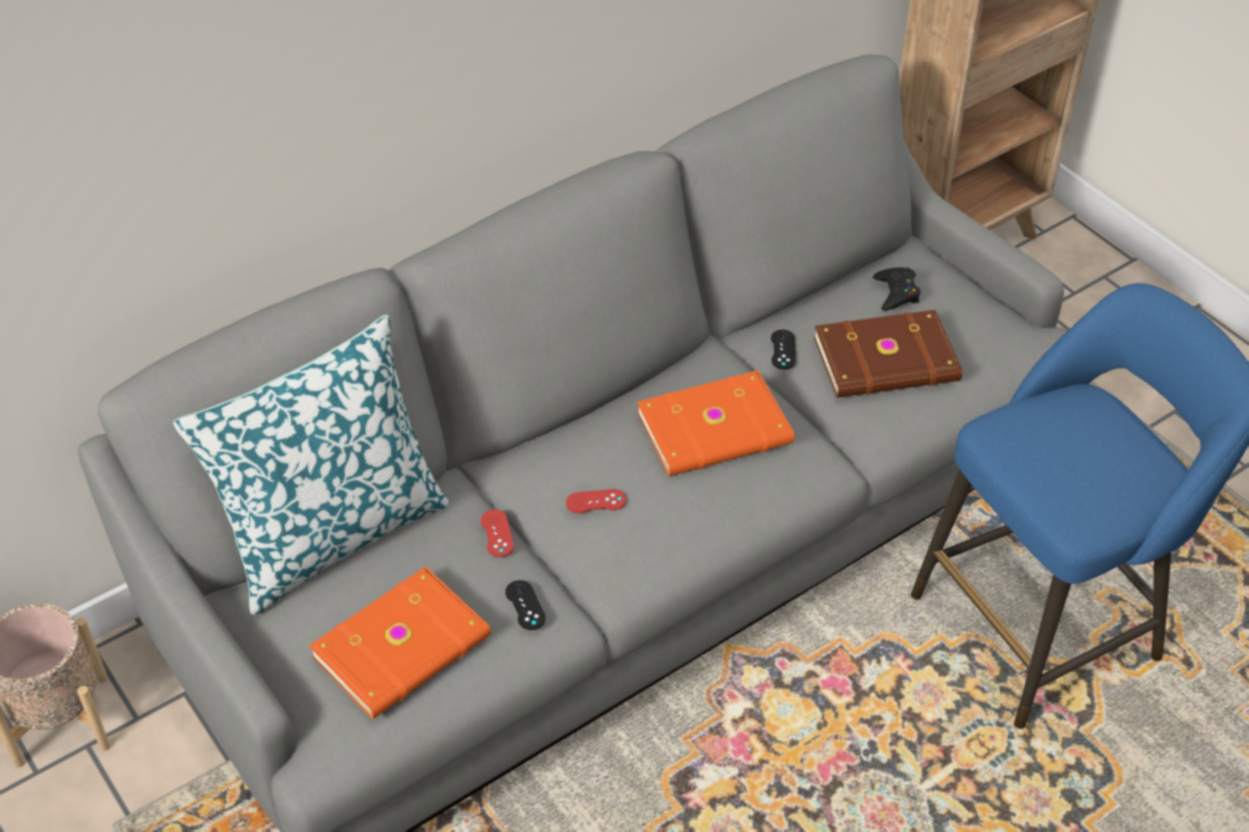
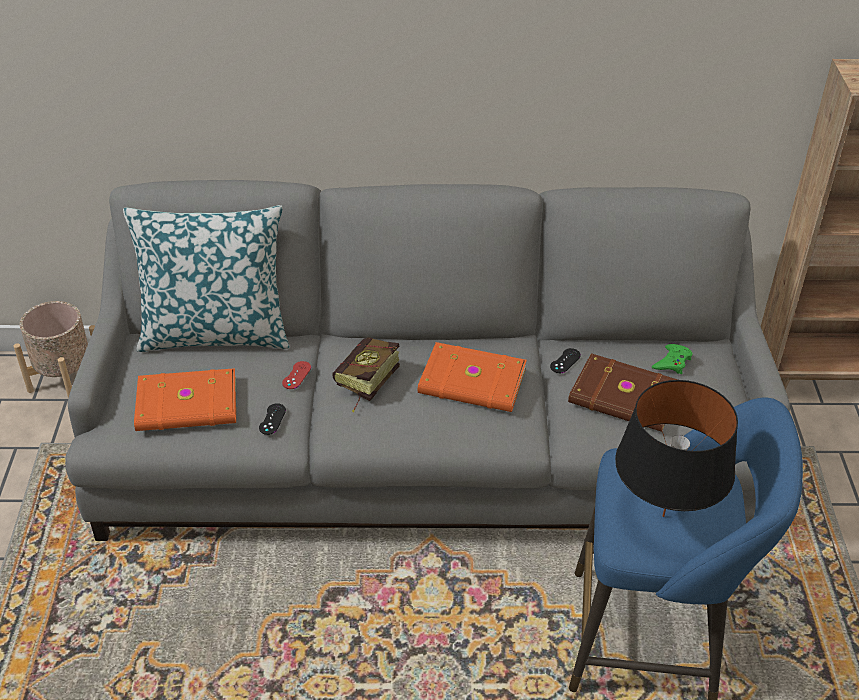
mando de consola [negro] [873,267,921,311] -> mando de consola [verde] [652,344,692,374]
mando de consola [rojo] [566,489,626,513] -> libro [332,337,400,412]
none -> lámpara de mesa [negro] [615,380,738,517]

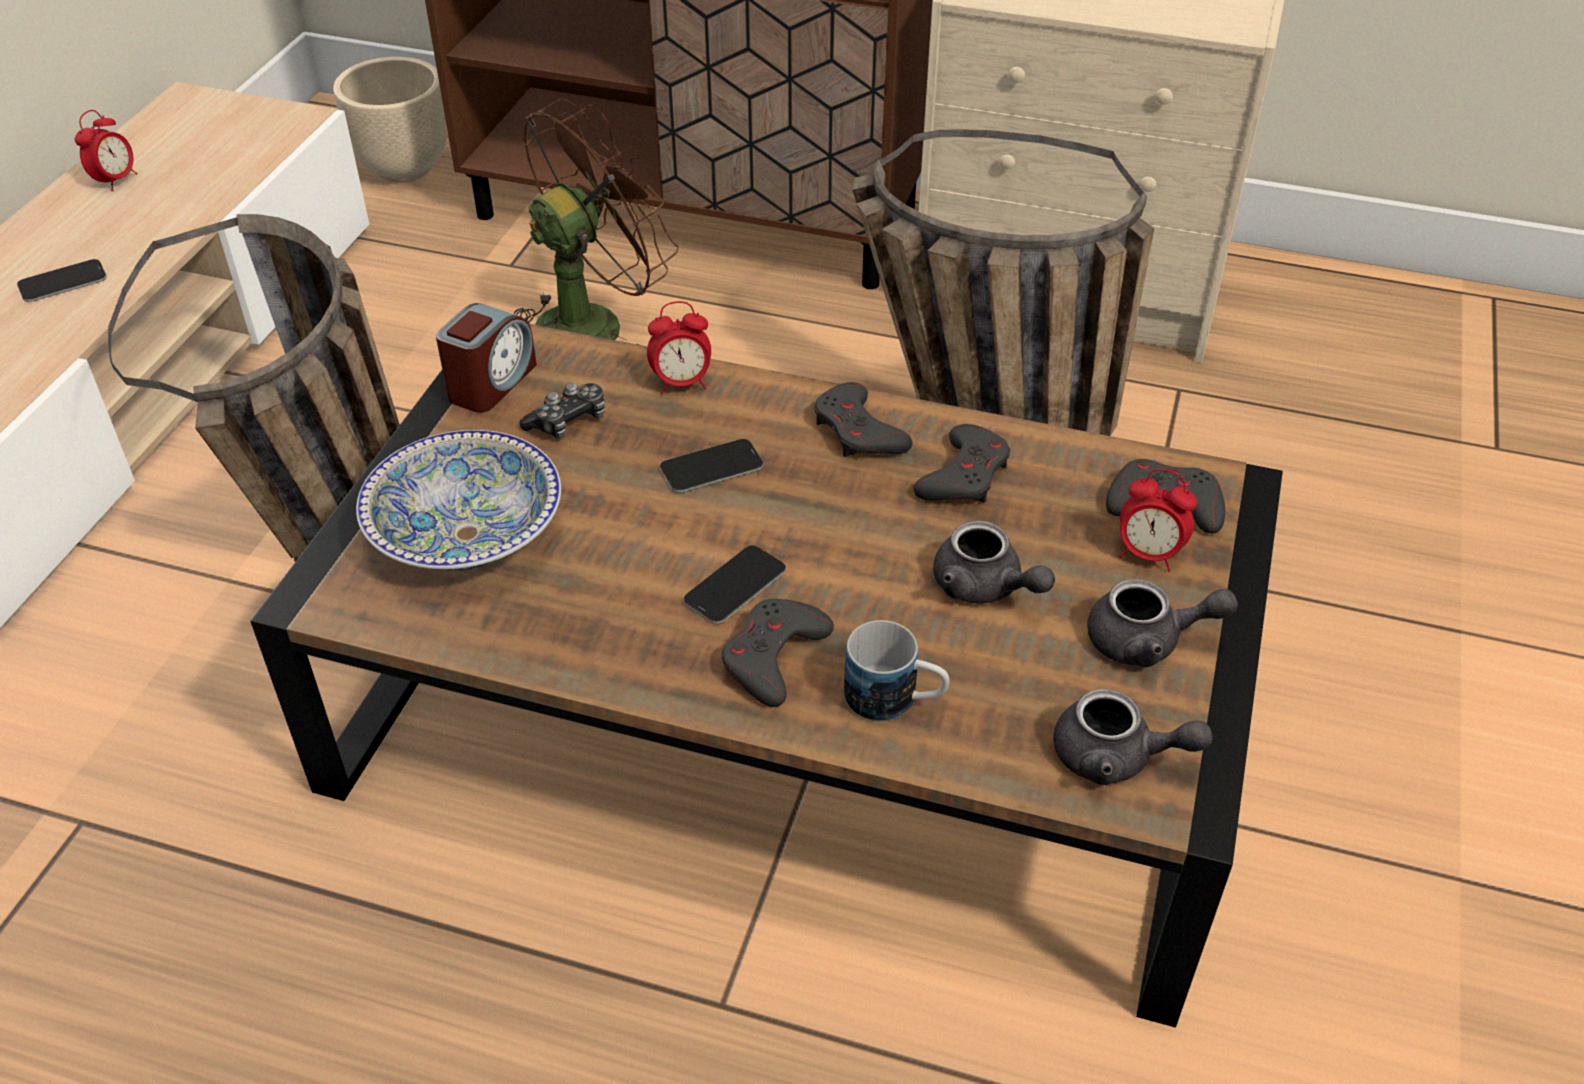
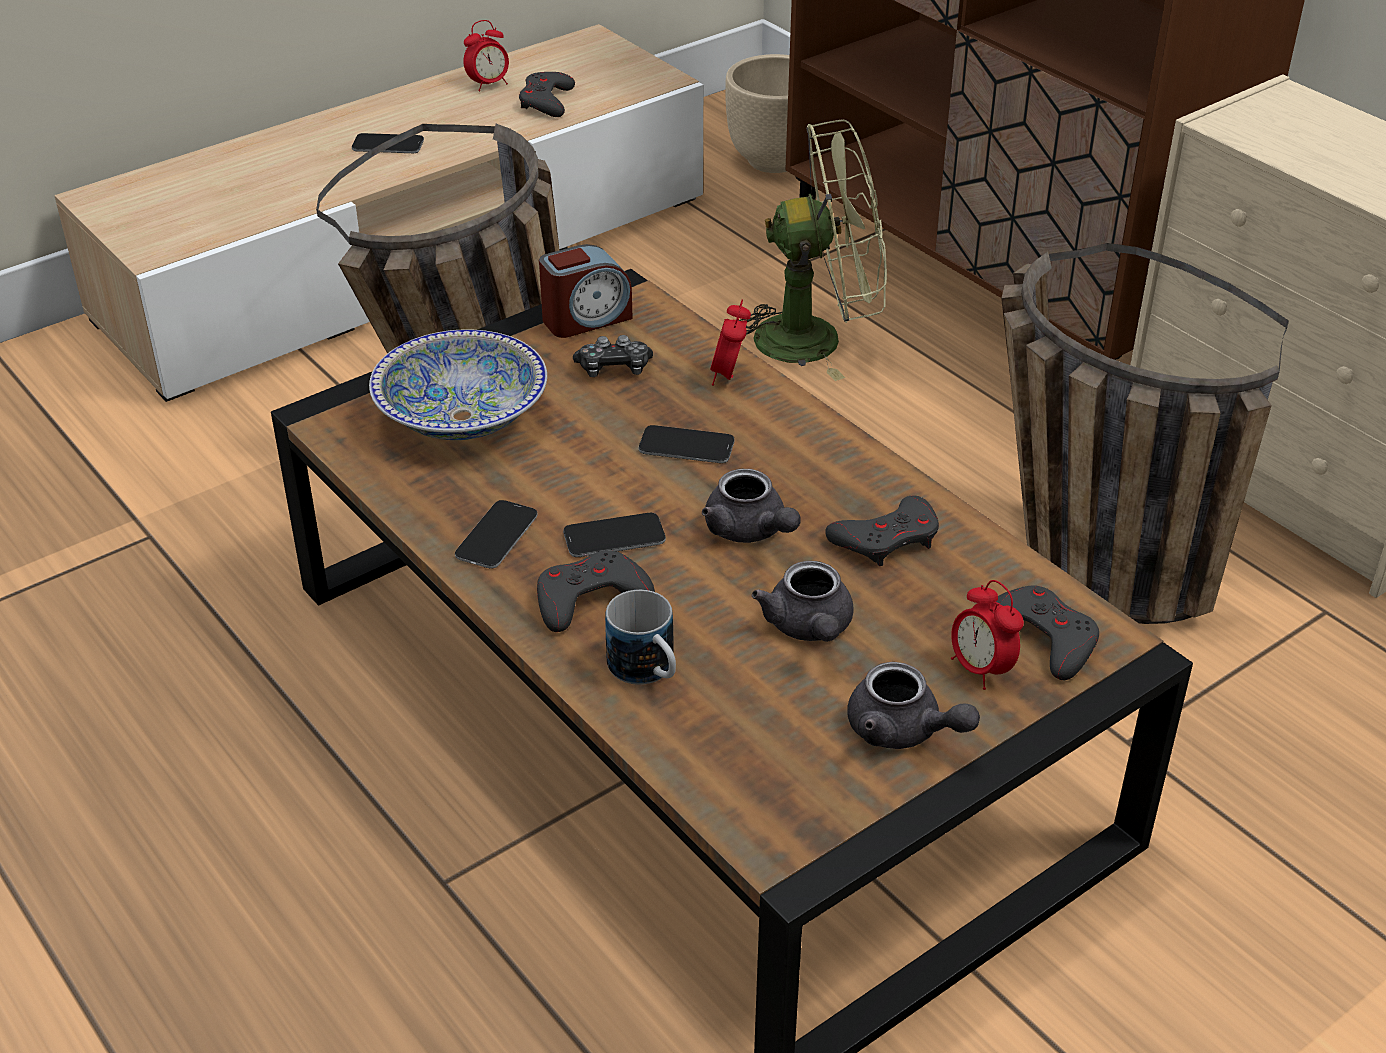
ventilador [marrón] [514,98,679,345] -> ventilador [verde] [739,119,887,381]
despertador [647,301,711,394] -> despertador [710,299,751,386], 75 degrees clockwise
mando de consola [gris] [814,382,913,457] -> mando de consola [gris] [519,72,575,117], move
tetera [gris] [1054,689,1213,785] -> tetera [gris] [702,469,801,543], move
none -> móvil [455,500,538,569]

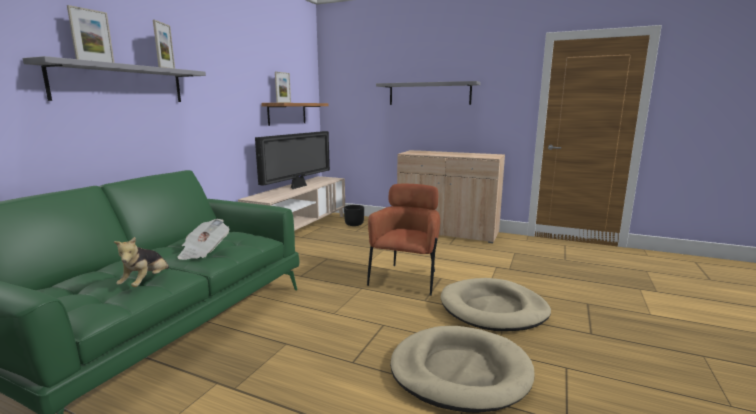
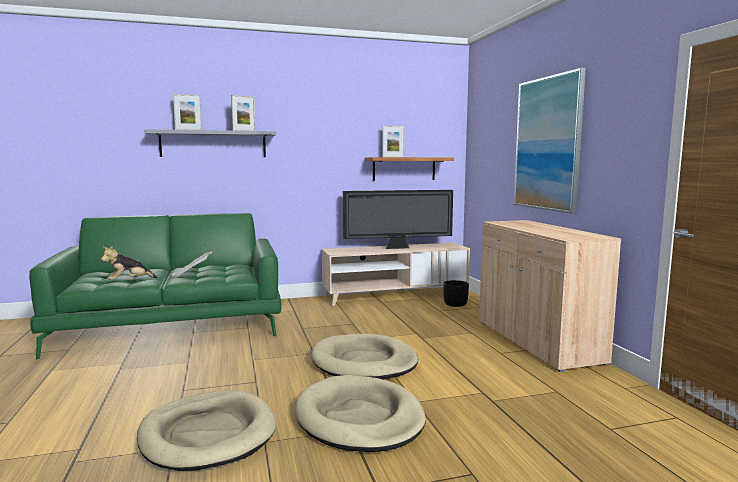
estante [gris] [376,81,481,105] -> cuadro [514,68,586,214]
sillón [marrón] [367,184,440,296] -> cama para perro [beis] [311,334,418,380]

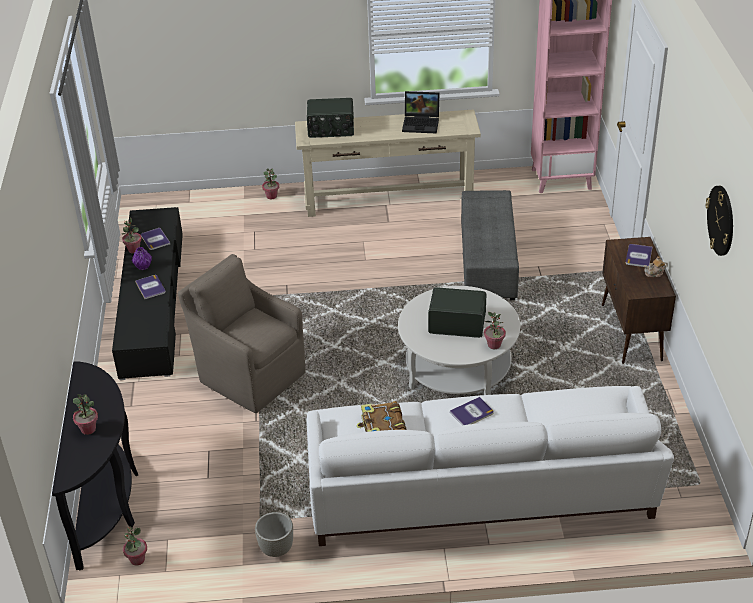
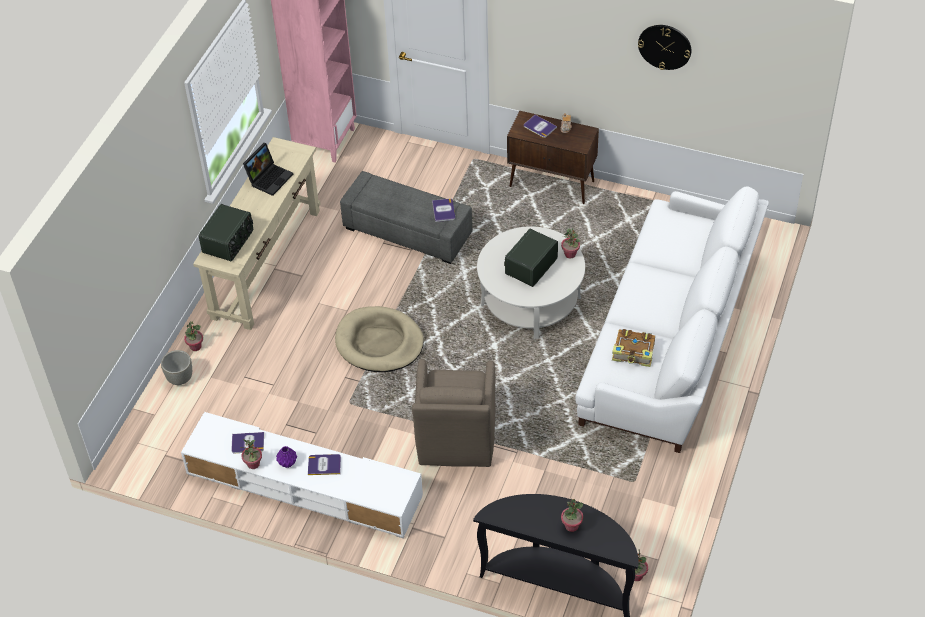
mueble de televisión [negro] [112,207,183,380] -> mueble de televisión [blanco] [181,412,423,538]
sillón [marrón] [178,254,306,413] -> sillón [marrón] [412,359,495,467], 60 degrees counterclockwise
libro [450,397,494,426] -> libro [432,199,455,222], move
maceta [gris] [255,512,293,557] -> maceta [gris] [161,350,192,385], move
none -> cama para perro [beis] [335,306,424,372]

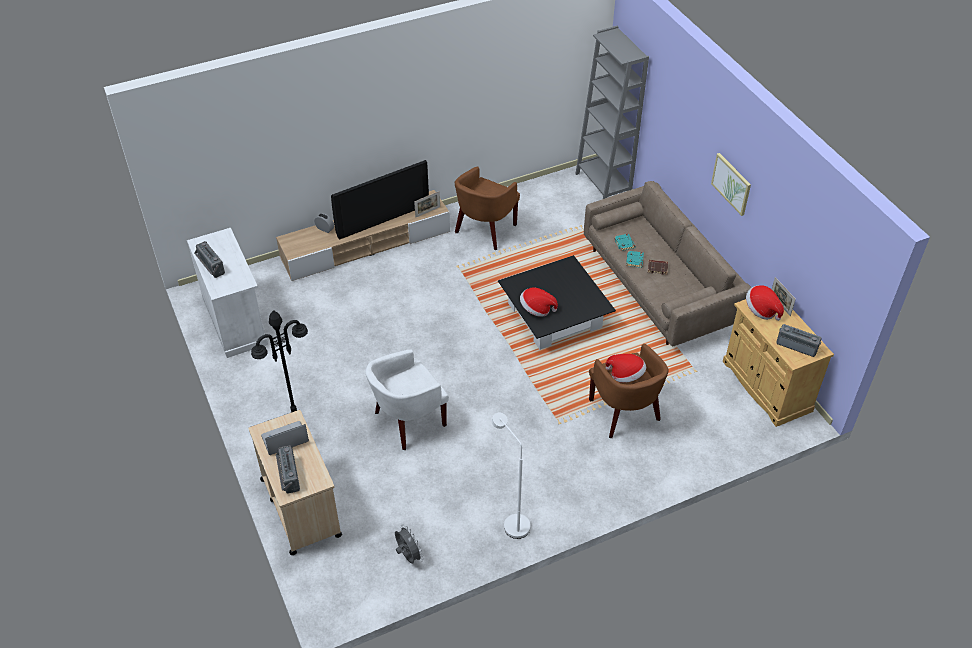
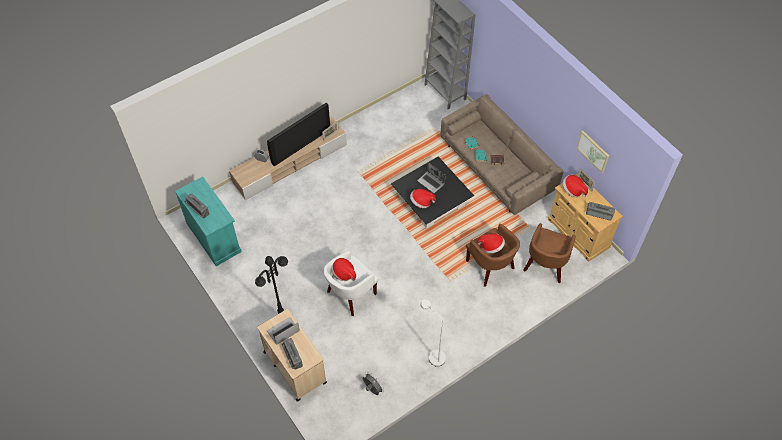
cuadro [711,153,751,216] -> cuadro [576,130,609,173], move
sillón [marrón] [455,166,520,250] -> sillón [marrón] [524,223,576,283], move
armario [blanco] [187,228,268,358] -> armario [turquesa] [175,177,242,266]
none -> portátil [417,162,446,193]
none -> sombrero [331,258,356,281]

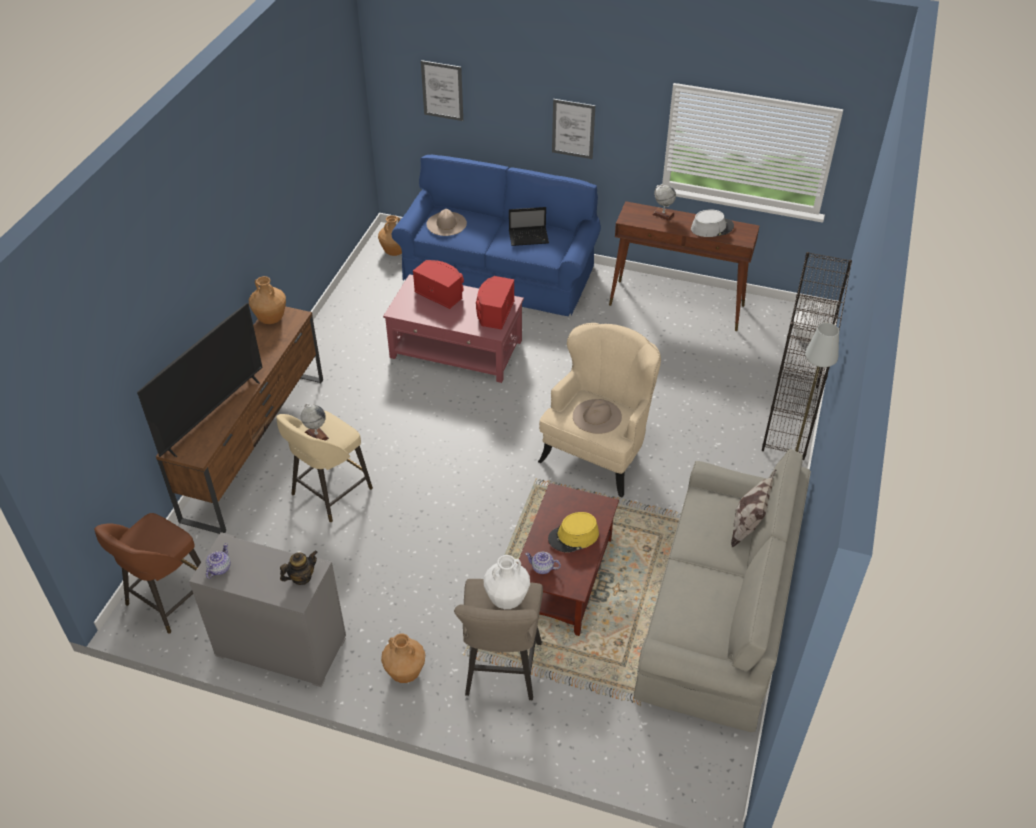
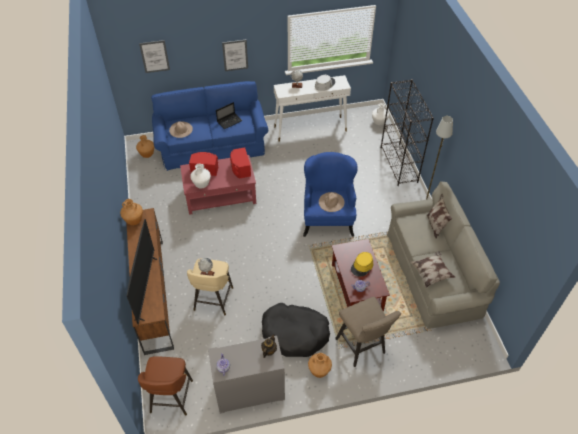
mesa consola [marrón] [609,201,759,331] -> mesa consola [blanco] [274,75,351,142]
sillón [beis] [538,323,661,497] -> sillón [azul] [303,152,358,237]
florero [blanco] [484,555,530,609] -> florero [blanco] [190,164,211,189], move
none -> cojín [410,251,455,288]
none -> cama para perro [negro] [262,303,330,357]

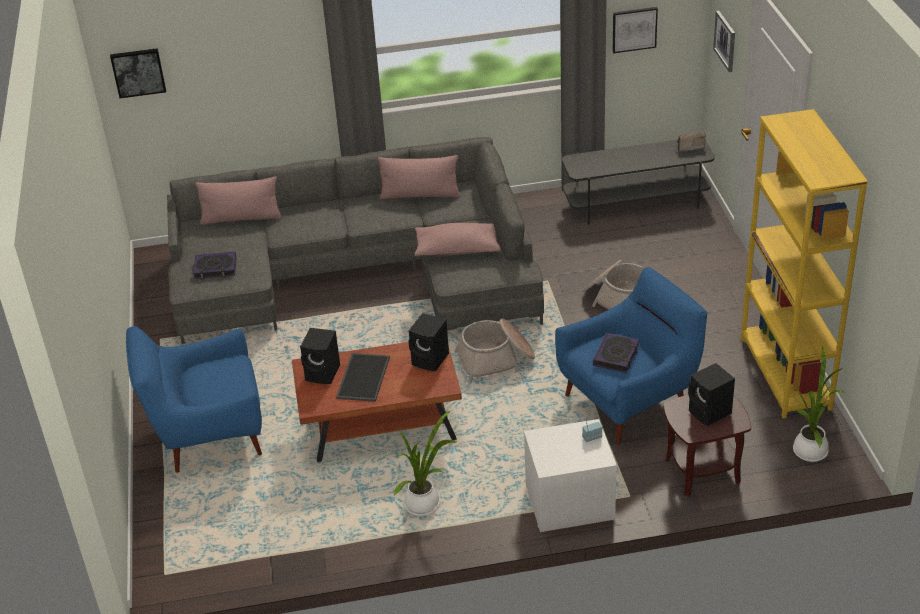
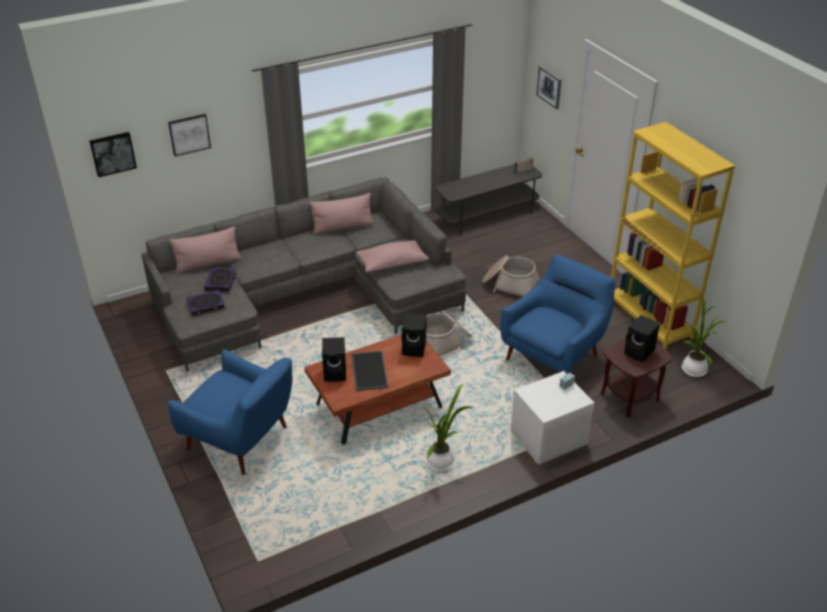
cuadro [613,7,658,53] -> cuadro [168,114,211,156], move
sillón [azul] [126,326,262,473] -> sillón [azul] [168,349,292,475], 120 degrees counterclockwise
libro [593,333,639,373] -> libro [204,268,236,292], move

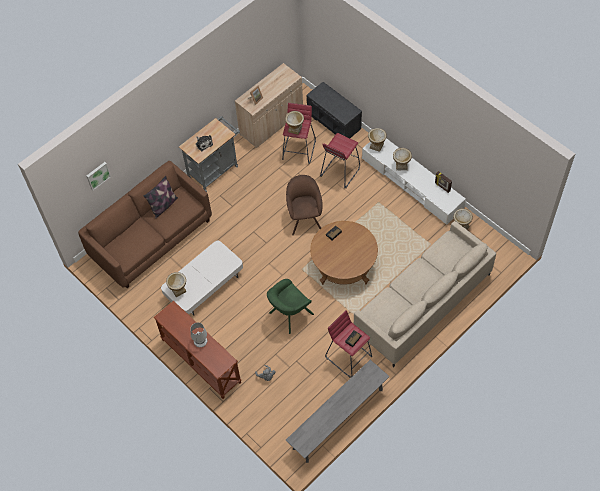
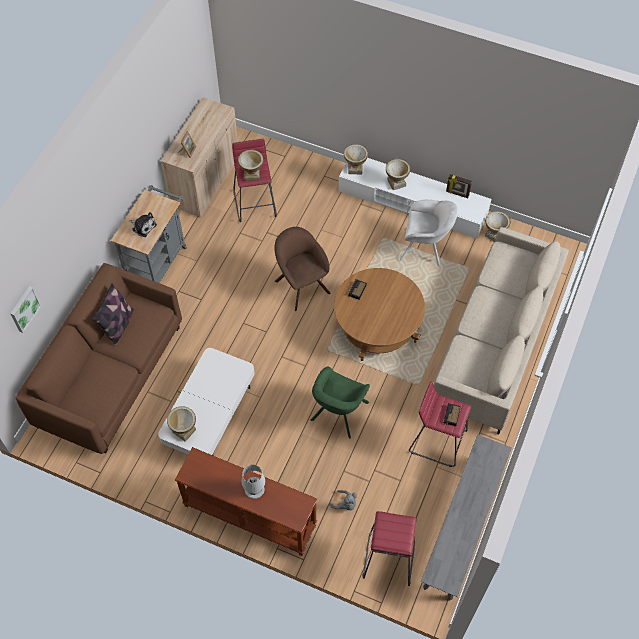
banco [gris] [306,82,362,138] -> none
taburete [rojo] [320,133,360,189] -> taburete [rojo] [362,511,416,586], move
none -> sillón [blanco] [400,200,458,267]

